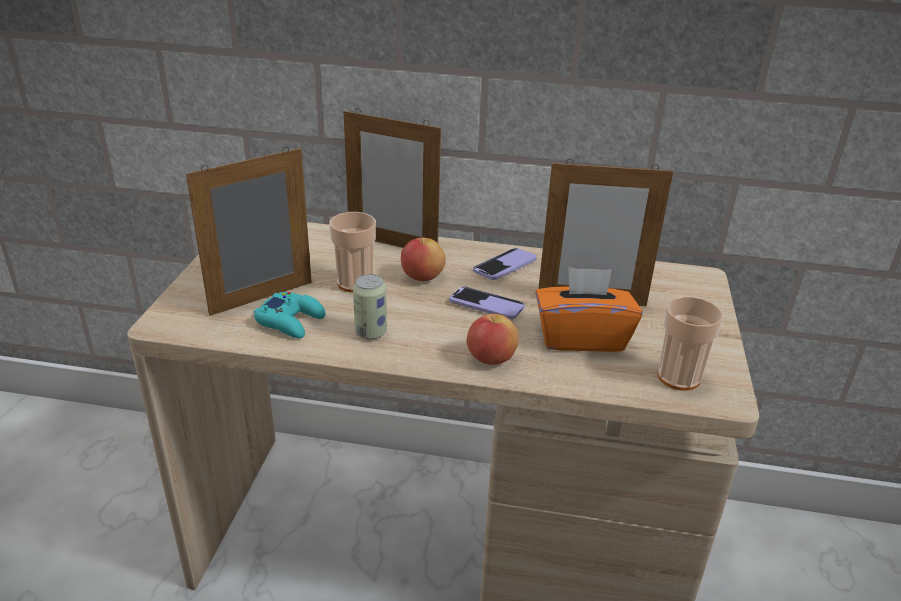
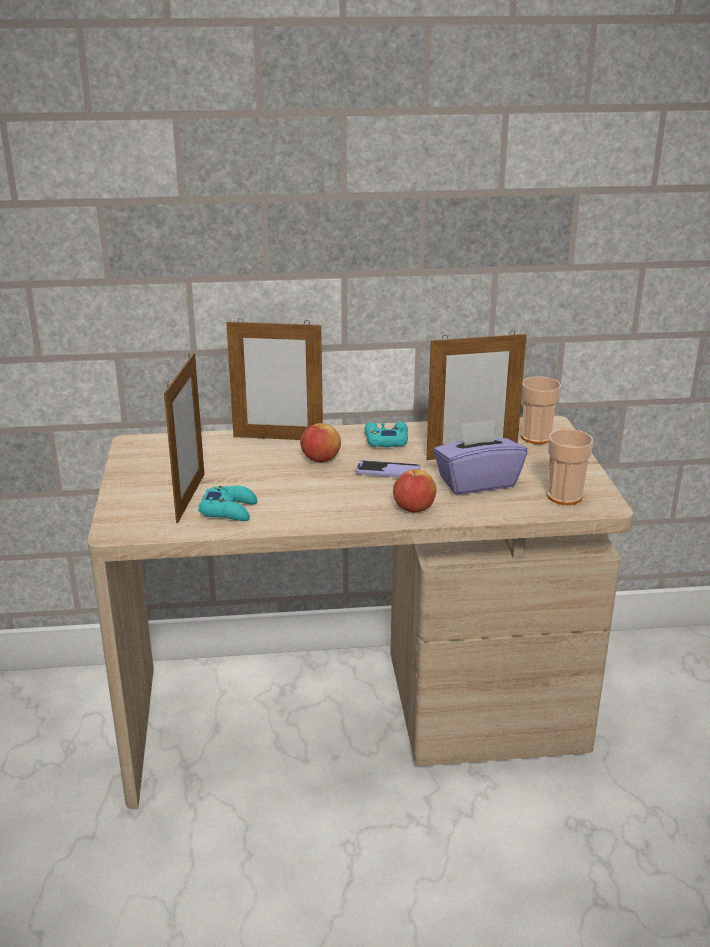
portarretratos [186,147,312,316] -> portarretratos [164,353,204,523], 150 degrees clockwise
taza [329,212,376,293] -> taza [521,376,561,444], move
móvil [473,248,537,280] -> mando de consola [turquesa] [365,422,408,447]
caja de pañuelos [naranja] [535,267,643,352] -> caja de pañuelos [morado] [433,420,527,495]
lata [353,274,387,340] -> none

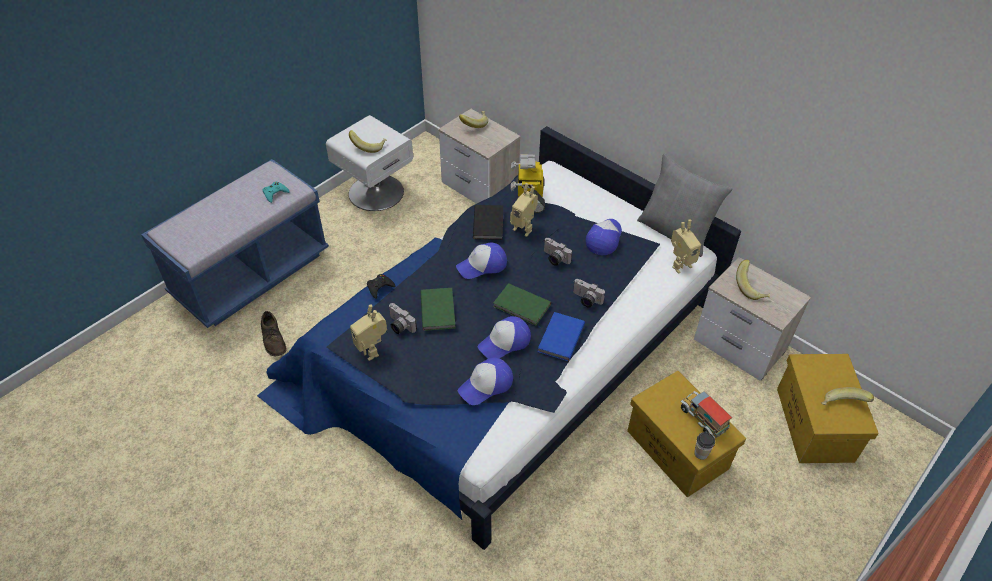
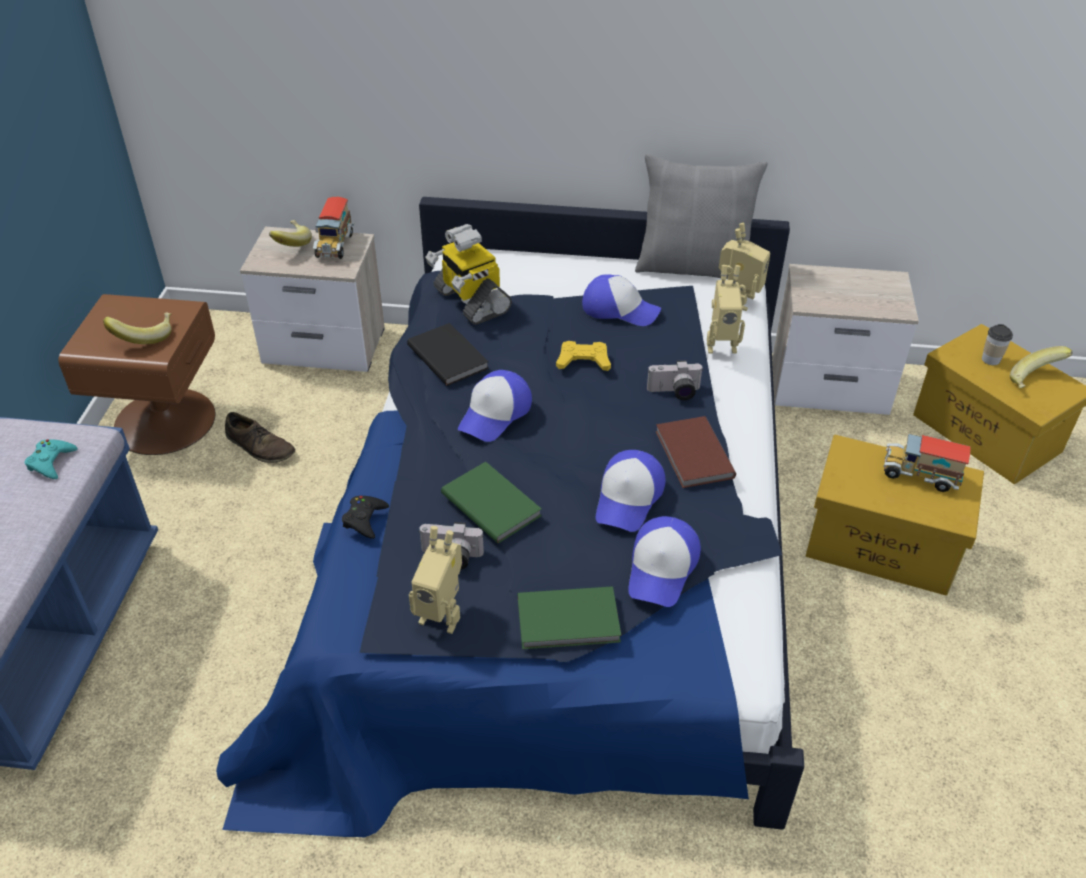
mesita de noche [blanco] [326,115,413,211] -> mesita de noche [marrón] [58,294,215,455]
robot de juguete [510,183,538,237] -> robot de juguete [707,265,745,354], move
gorra [586,219,622,255] -> gorra [582,274,661,326], 120 degrees clockwise
cámara [544,238,572,266] -> mando de consola [amarillo] [556,341,611,371]
plátano [736,259,770,300] -> none
libro [verde] [493,283,551,326] -> libro [verde] [518,586,621,649], move
zapato [marrón] [261,311,286,357] -> zapato [marrón] [225,412,295,463], move
libro [azul] [538,312,585,361] -> libro [marrón] [655,416,736,488]
taza [694,432,715,460] -> taza [982,324,1013,365], move
none -> camión de juguete [313,197,354,259]

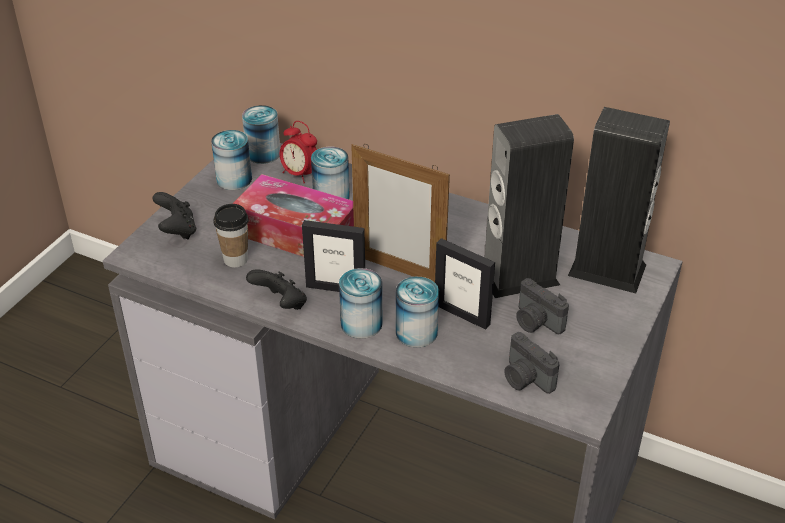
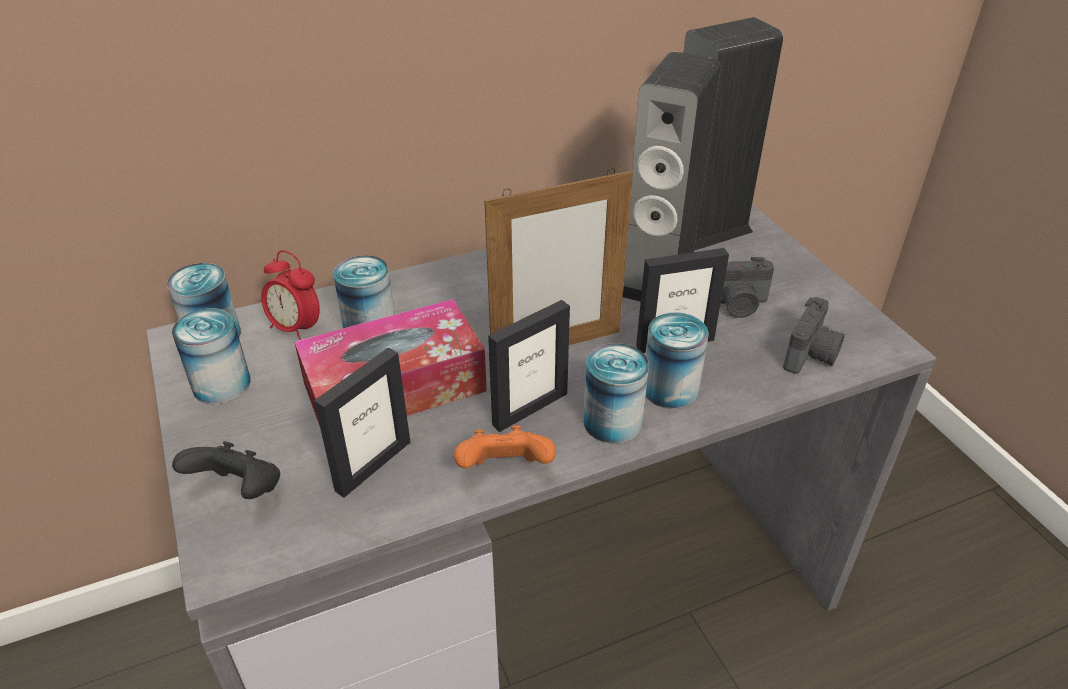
despertador [280,121,317,183] -> despertador [261,250,320,340], 45 degrees clockwise
taza [214,204,249,267] -> portarretratos [314,347,410,498]
mando de consola [negro] [246,270,307,310] -> mando de consola [naranja] [454,426,556,469]
cámara [504,332,559,394] -> cámara [783,297,845,374], 60 degrees counterclockwise

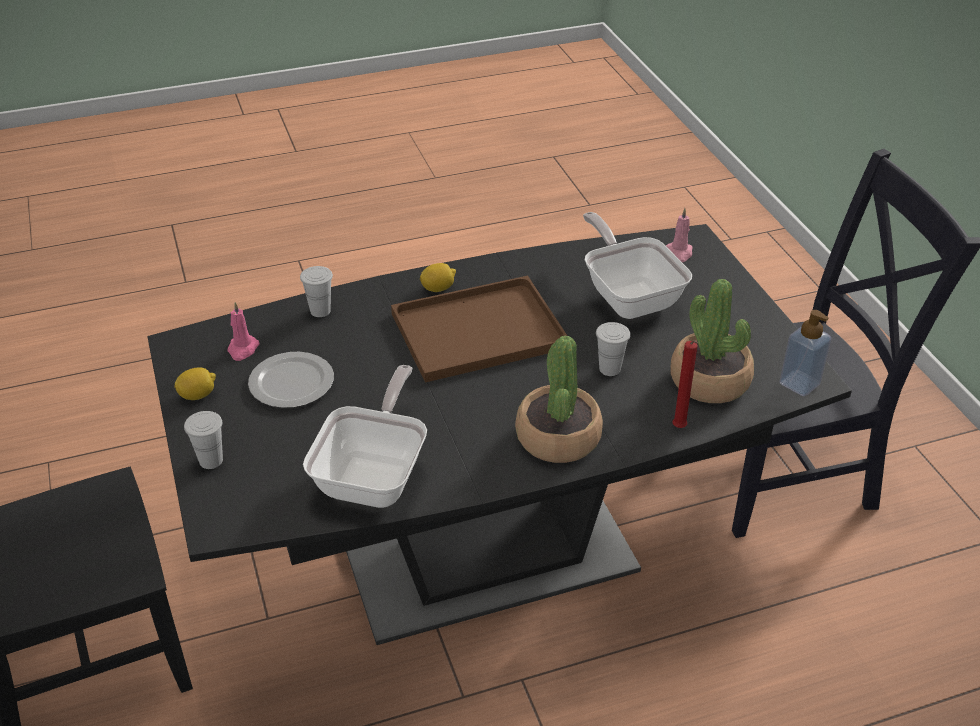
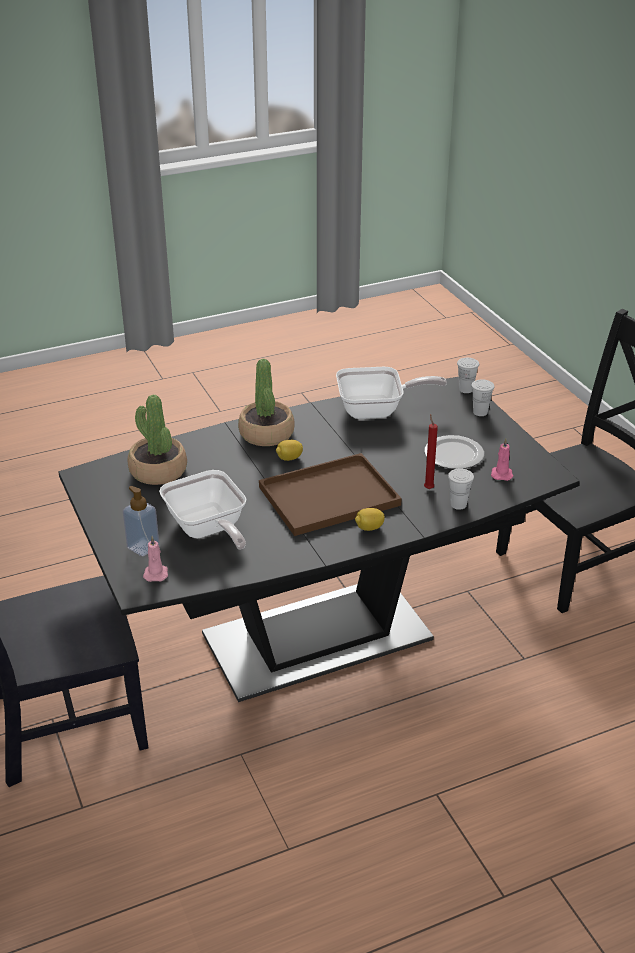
dispensador de jabón [780,310,831,396] -> dispensador de jabón [123,486,160,556], move
taza [blanco] [596,322,630,376] -> taza [blanco] [457,358,479,393], move
vela [rojo] [673,340,698,428] -> vela [rojo] [424,414,438,489], move
sartén [303,365,427,508] -> sartén [336,367,447,419], 105 degrees counterclockwise
limón [174,367,216,400] -> limón [276,440,303,461], move

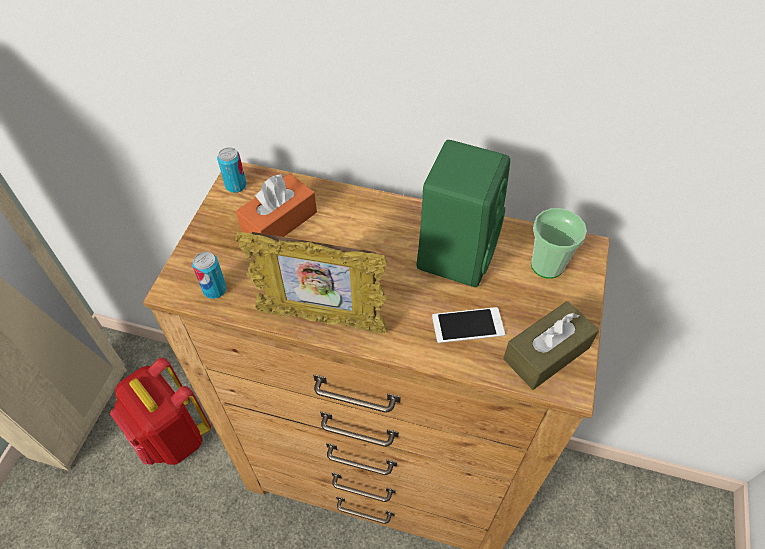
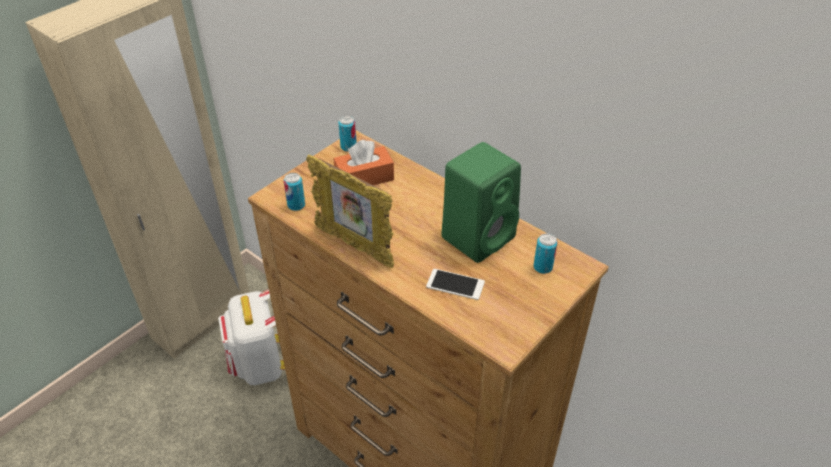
taza [531,208,587,279] -> lata [533,233,558,274]
caja de pañuelos [marrón] [503,301,599,390] -> none
mochila [rojo] [110,358,211,465] -> mochila [blanco] [218,289,285,385]

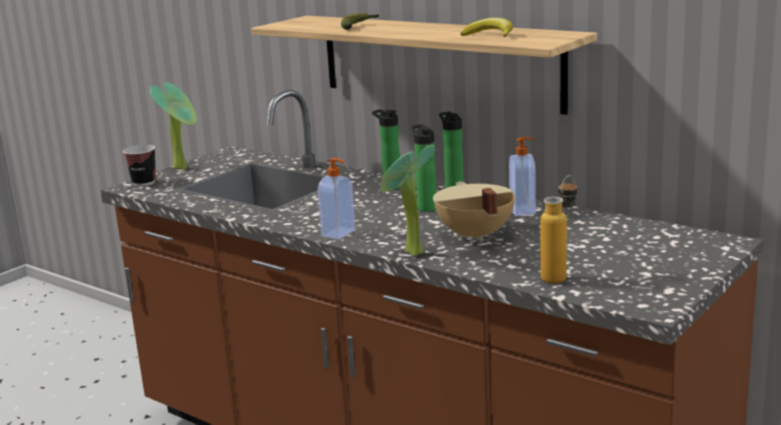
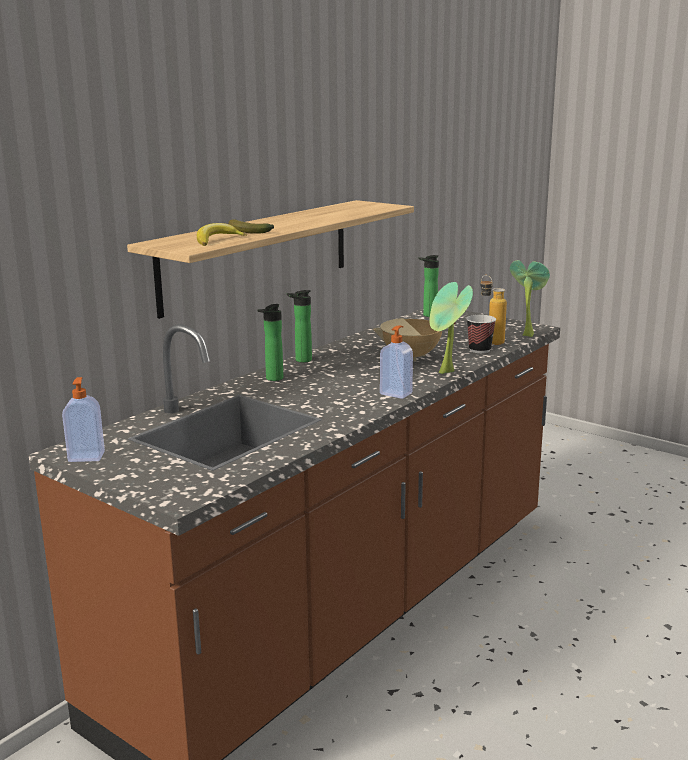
plátano [461,18,513,37] -> plátano [197,223,247,246], move
planta en maceta [150,82,197,170] -> planta en maceta [510,260,550,337], move
botella [412,124,437,212] -> botella [419,255,439,317], move
dispensador de jabón [509,137,536,216] -> dispensador de jabón [62,377,105,462], move
taza [123,145,156,186] -> taza [466,315,496,353], move

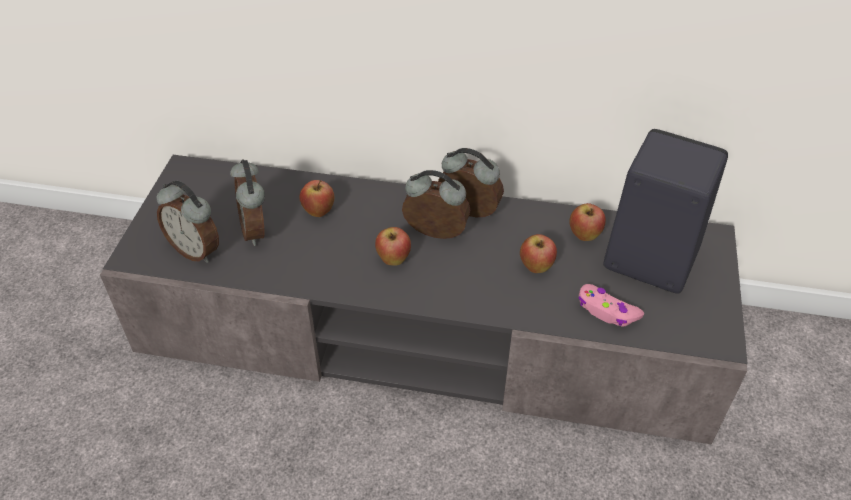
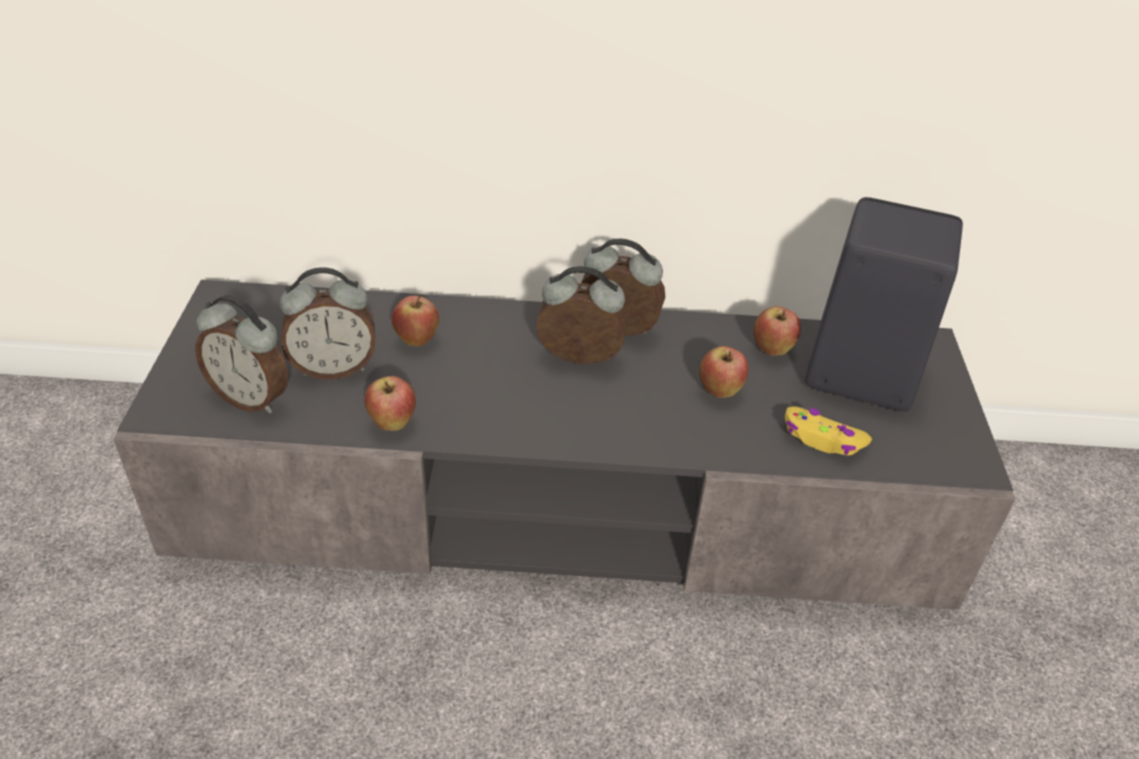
despertador [230,159,265,246] -> despertador [280,267,376,379], 75 degrees counterclockwise
manzana [375,227,411,266] -> manzana [364,376,416,431], move
mando de consola [rosa] [578,284,644,327] -> mando de consola [amarillo] [785,406,872,456]

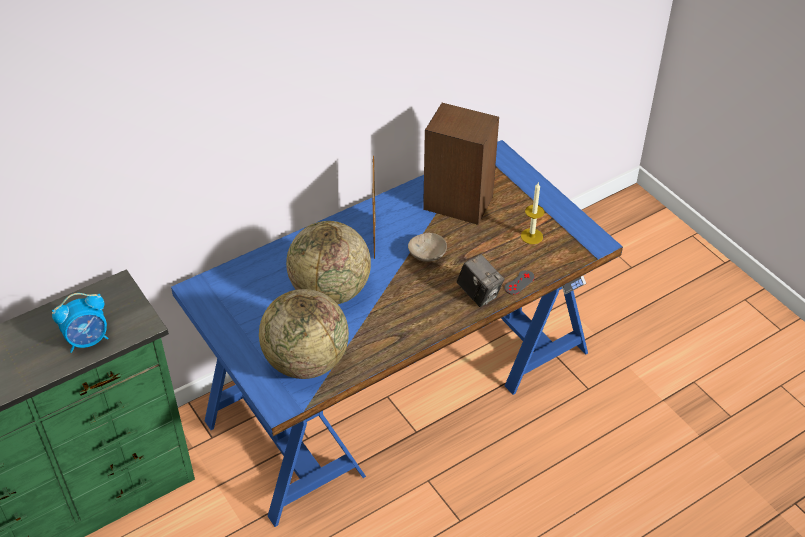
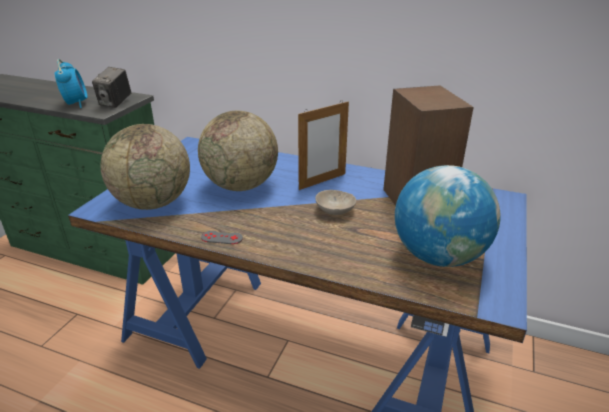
vela [521,183,545,244] -> globo terráqueo [395,165,500,267]
cámara [457,254,504,307] -> cámara [92,67,131,108], move
mando de consola [gris] [504,270,535,295] -> mando de consola [gris] [201,231,243,244], move
despertador [52,293,109,353] -> despertador [55,59,87,108], 135 degrees counterclockwise

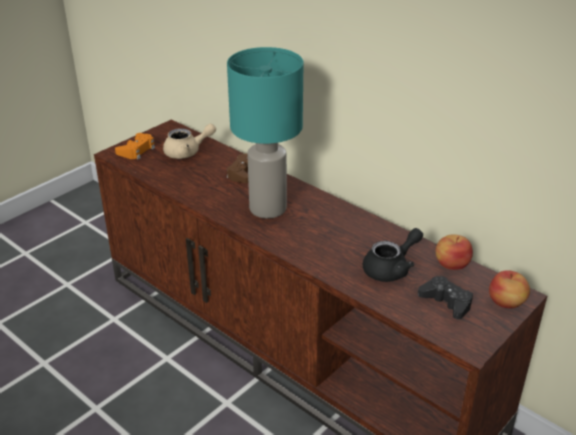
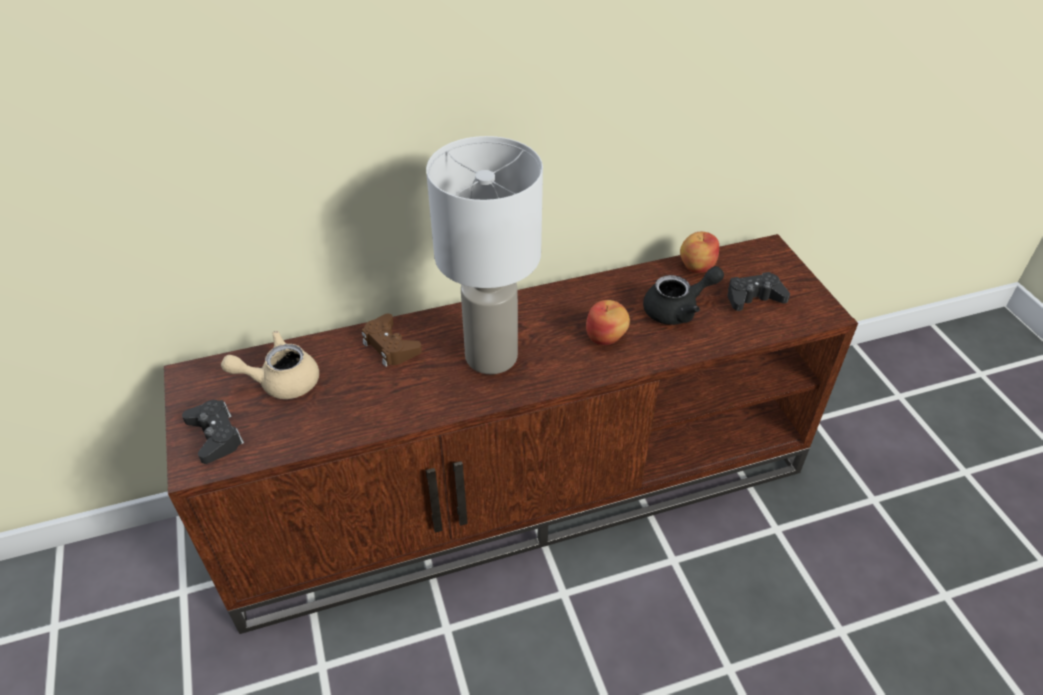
lámpara de mesa [turquesa] [227,47,303,218] -> lámpara de mesa [blanco] [426,136,543,374]
tetera [beis] [163,124,216,159] -> tetera [beis] [221,331,319,399], 120 degrees counterclockwise
mando de consola [naranja] [115,133,155,160] -> mando de consola [negro] [182,400,244,464]
tetera [negro] [363,228,423,282] -> tetera [negro] [643,266,724,325], 75 degrees clockwise
manzana [489,270,530,308] -> manzana [586,300,630,345], move

